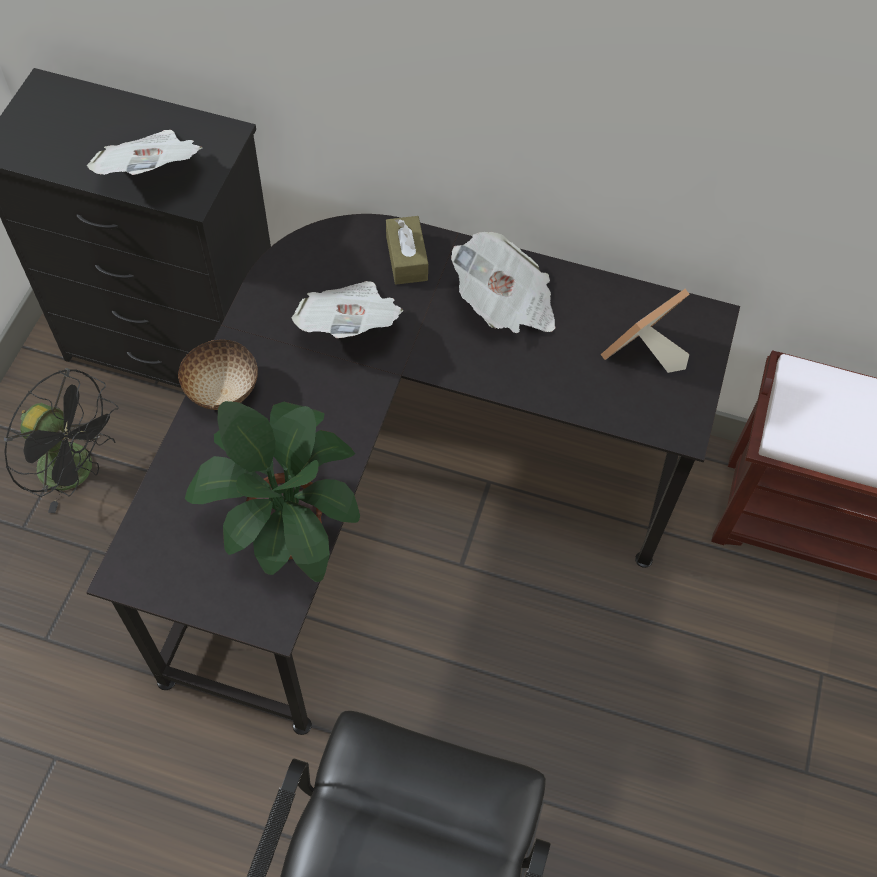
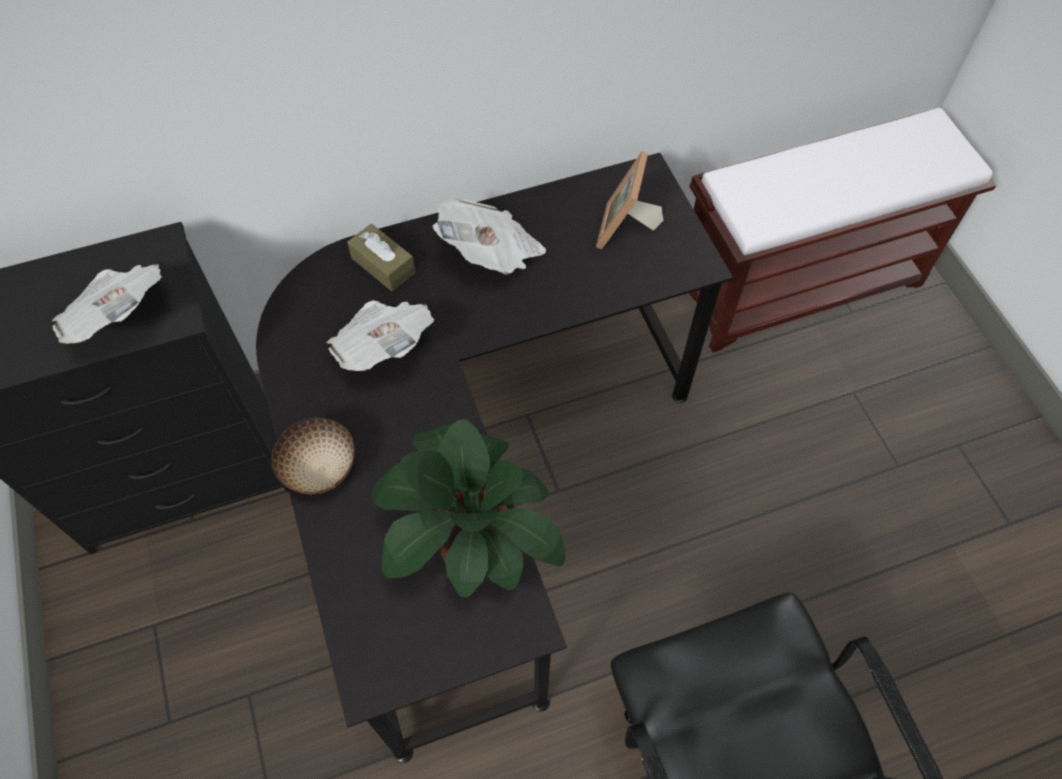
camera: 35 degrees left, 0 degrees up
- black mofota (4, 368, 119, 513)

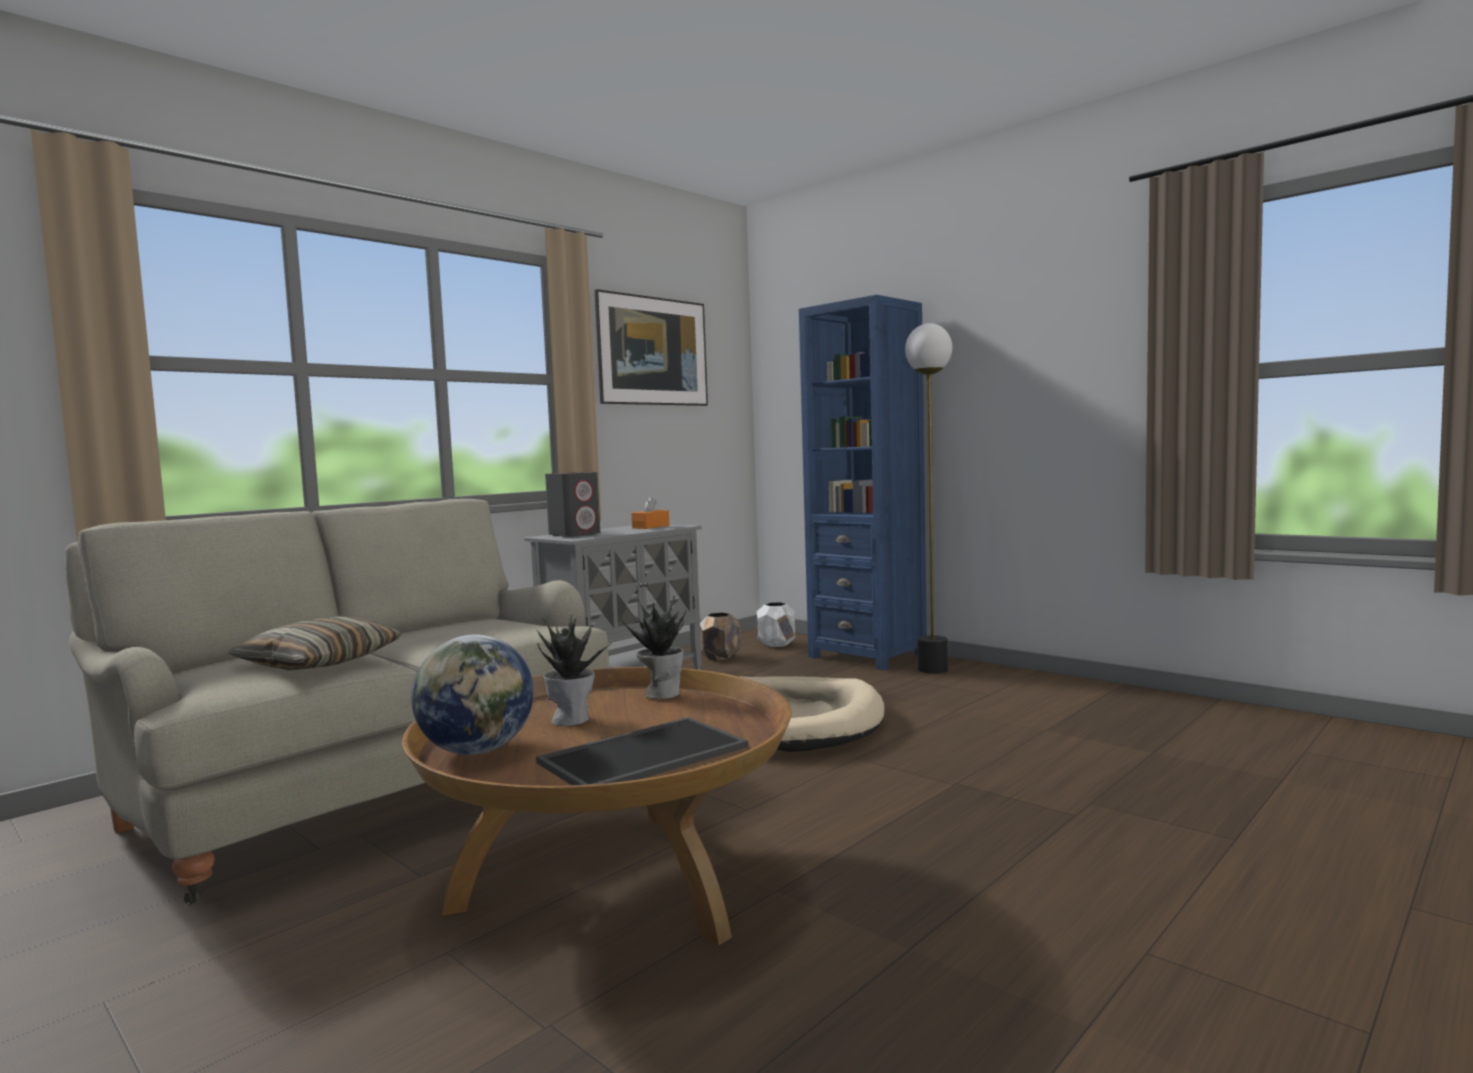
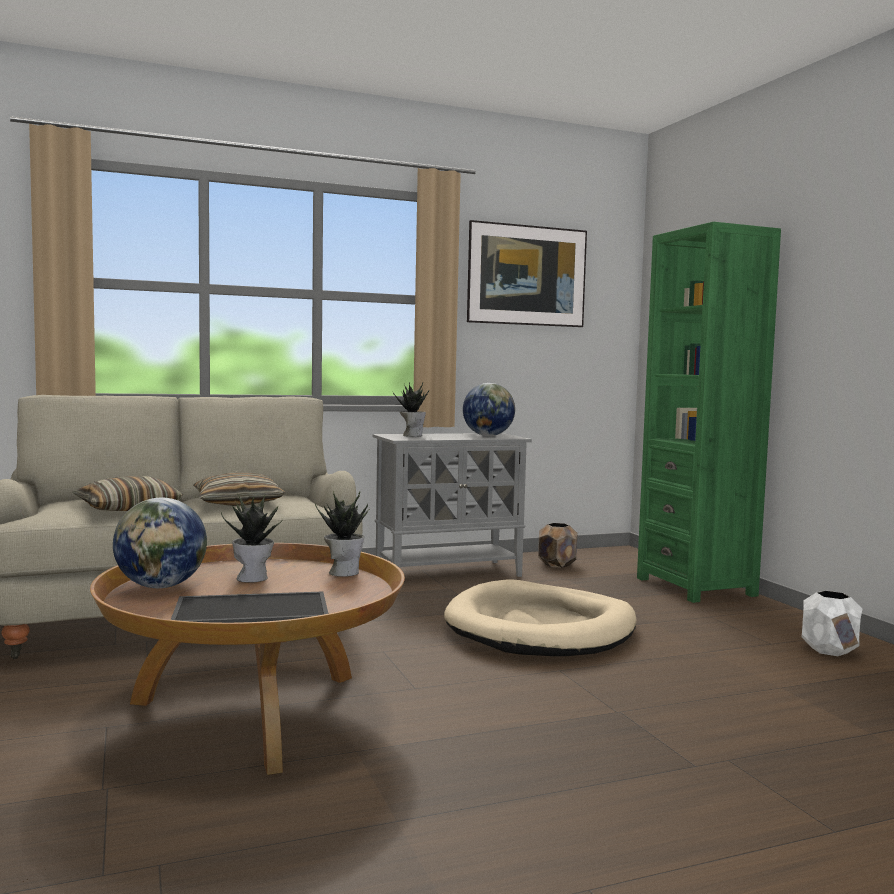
camera: 25 degrees right, 0 degrees up
+ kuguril (193, 472, 285, 506)
~ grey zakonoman (545, 472, 600, 537) to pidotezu (393, 382, 429, 437)
~ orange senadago (631, 496, 669, 529) to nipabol (463, 383, 515, 436)
~ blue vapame (799, 295, 927, 671) to green vapame (637, 222, 781, 603)
~ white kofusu (757, 602, 795, 647) to (801, 591, 863, 656)
- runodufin (905, 323, 952, 674)

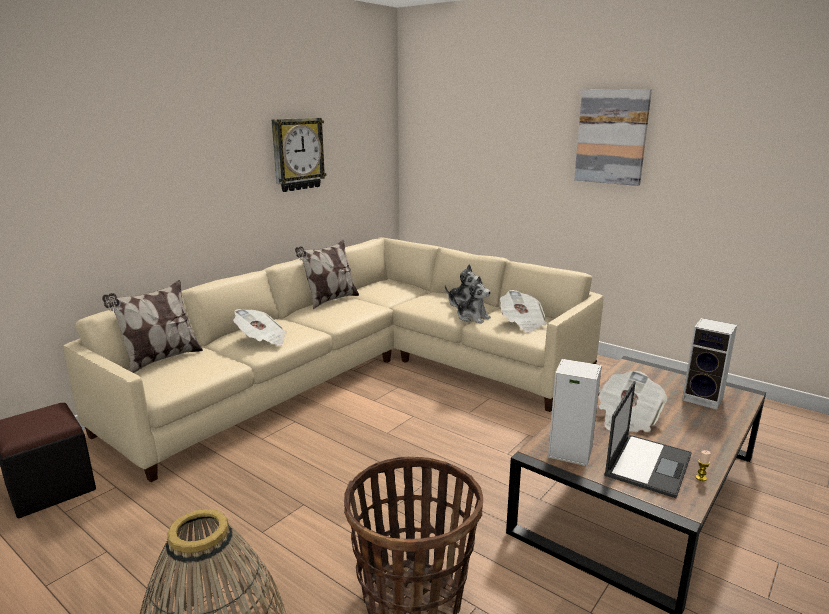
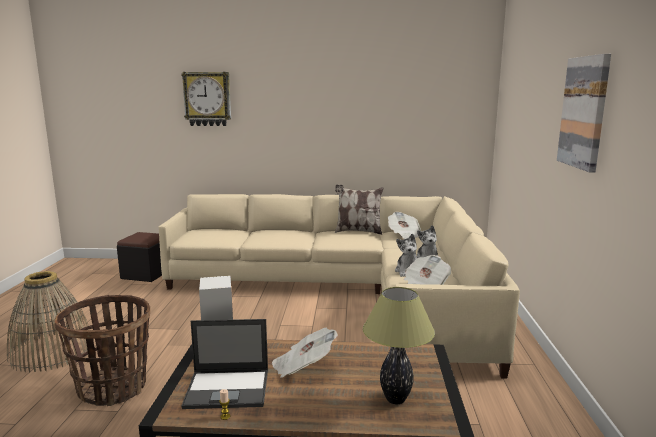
camera: 55 degrees right, 5 degrees down
~ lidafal (272, 118, 327, 192) to (181, 72, 231, 126)
~ zakonoman (682, 318, 737, 410) to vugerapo (363, 287, 435, 404)
~ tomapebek (233, 309, 287, 346) to (388, 212, 421, 239)
- kuguril (102, 280, 203, 373)

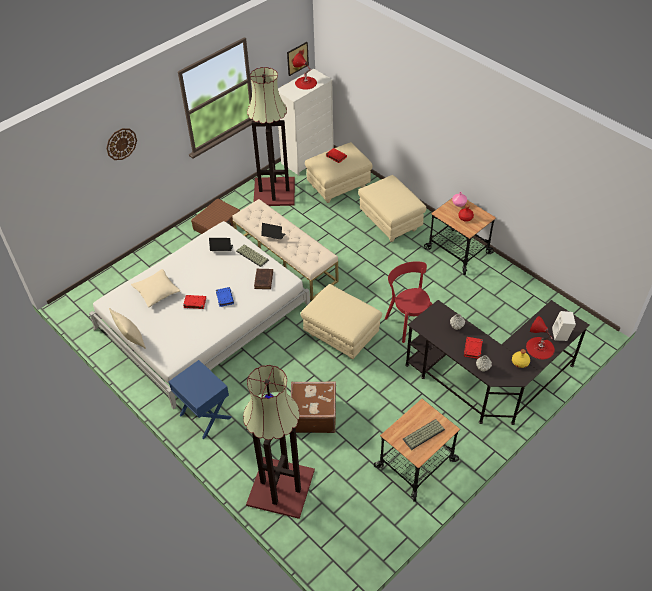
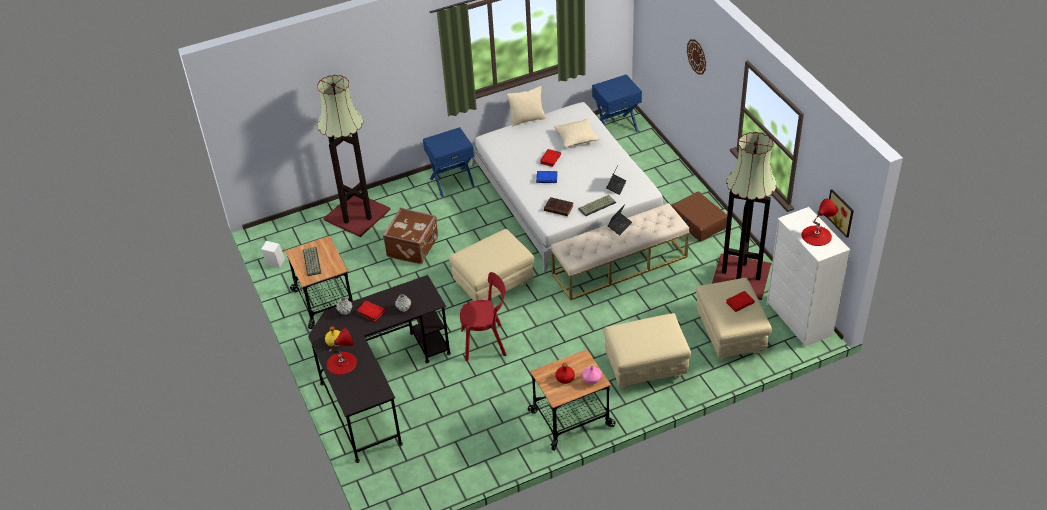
camera: 110 degrees right, 5 degrees down
~ white zakonoman (552, 311, 576, 341) to (261, 241, 285, 268)
+ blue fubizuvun (592, 74, 642, 133)

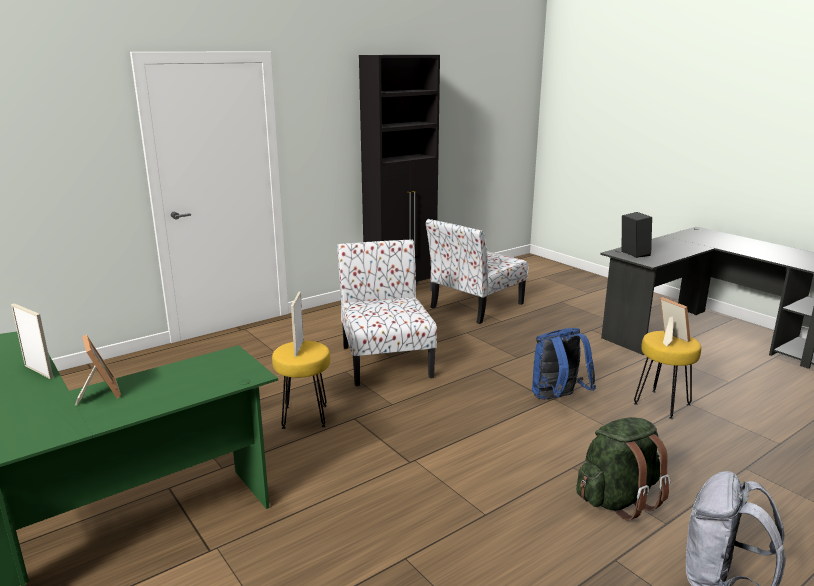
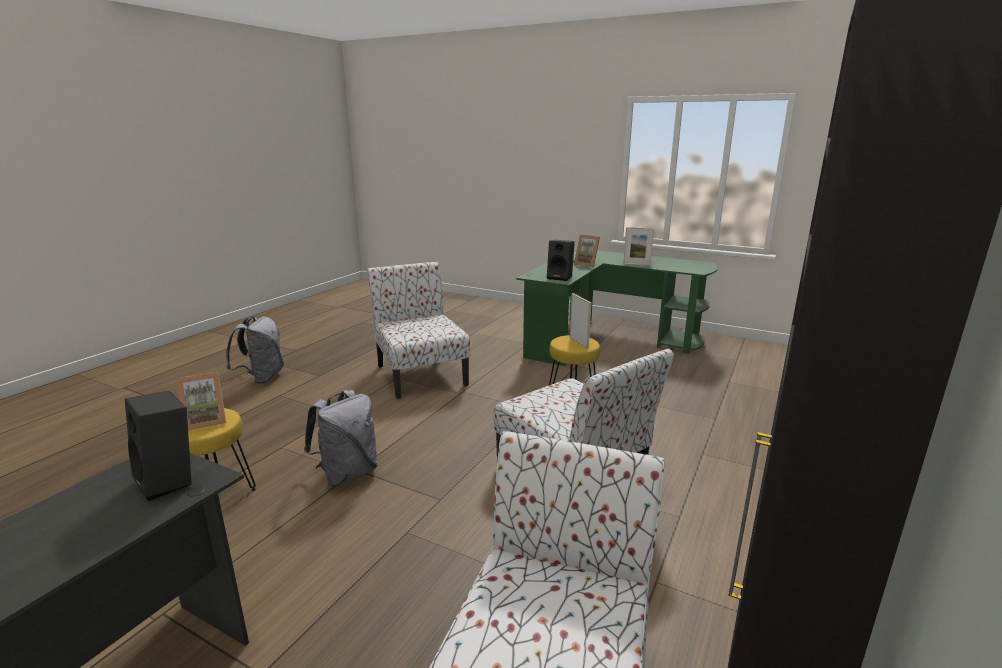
camera: 155 degrees right, 0 degrees up
~ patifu (660, 297, 690, 347) = (176, 372, 226, 430) 60 degrees counterclockwise
~ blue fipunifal (532, 328, 596, 400) to grey fipunifal (304, 390, 378, 487)
+ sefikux (367, 262, 470, 399)
+ black zakonoman (547, 240, 575, 281)
- green fipunifal (576, 417, 670, 520)

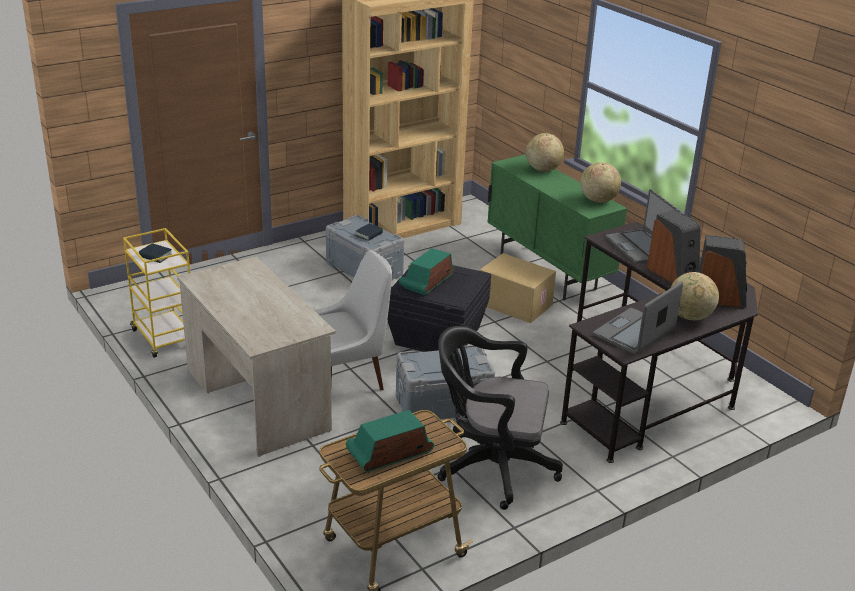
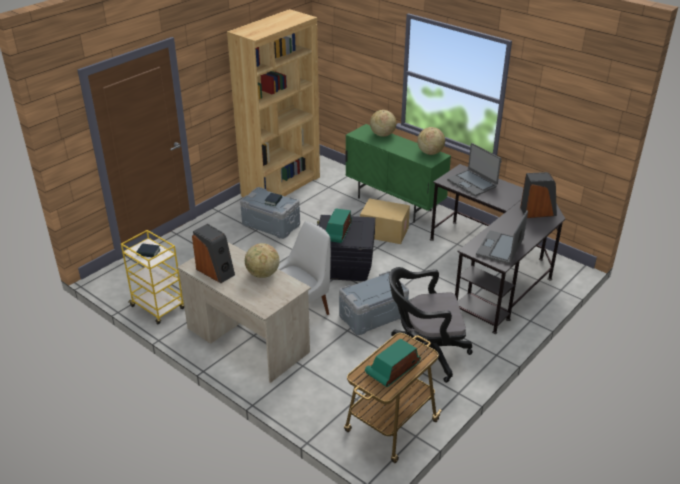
camera: 15 degrees left, 5 degrees up
~ zakonoman (647, 210, 701, 284) to (192, 224, 235, 283)
~ nipabol (670, 272, 719, 320) to (245, 243, 280, 278)

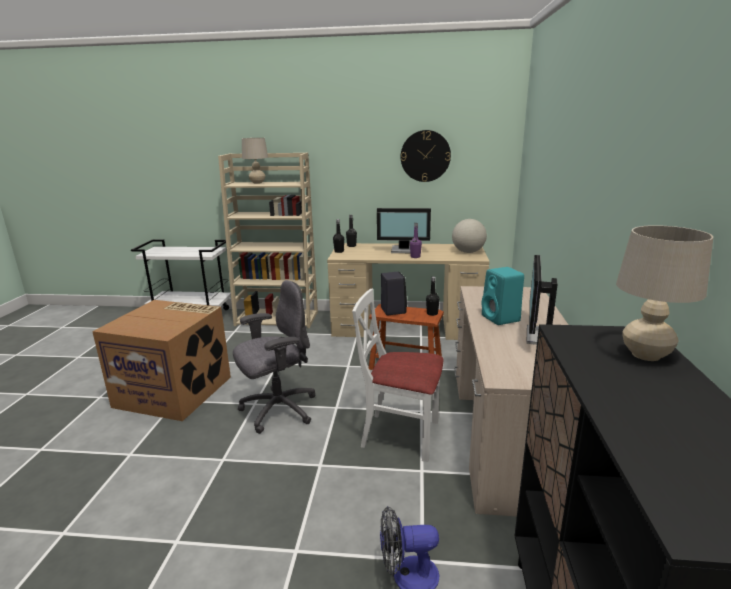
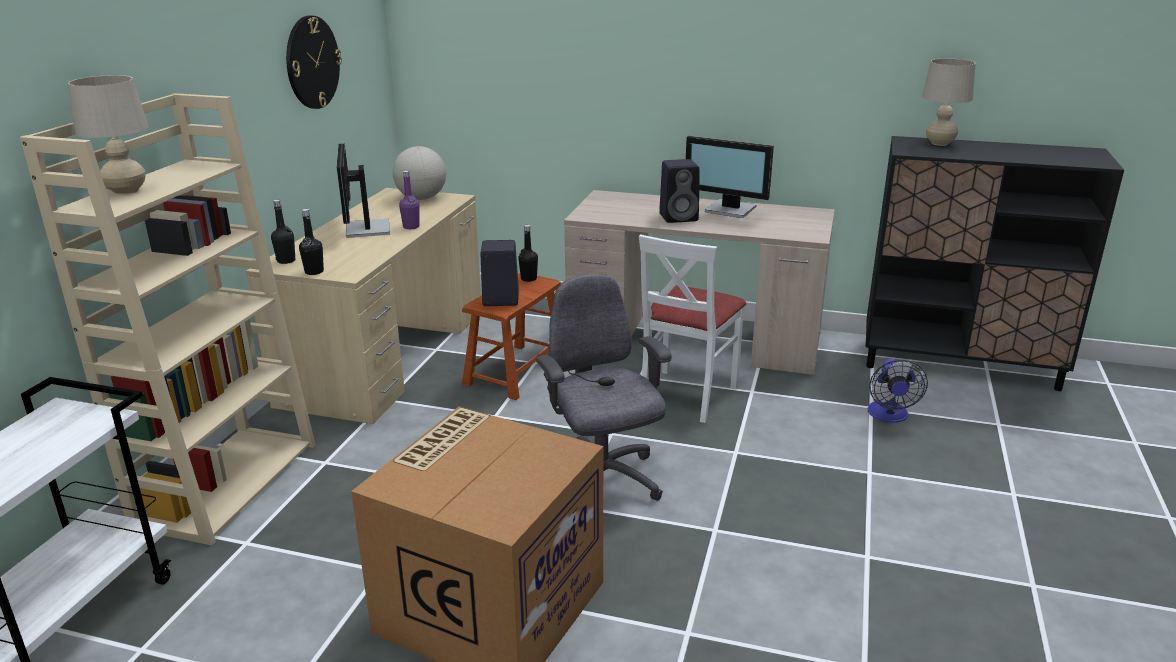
camera: 80 degrees left, 5 degrees up
~ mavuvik (377, 208, 431, 253) = (336, 144, 390, 238) 150 degrees clockwise
~ turquoise zakonoman (482, 267, 524, 325) to black zakonoman (659, 159, 699, 223)

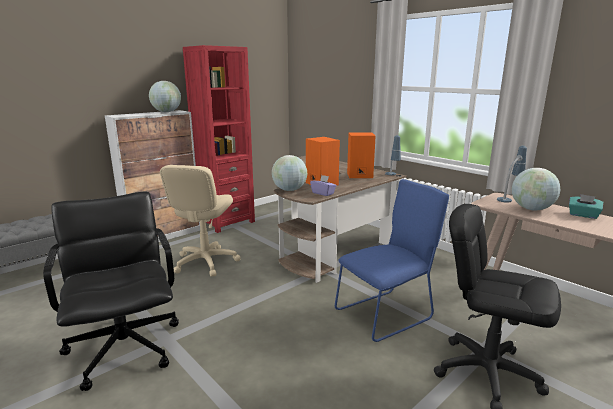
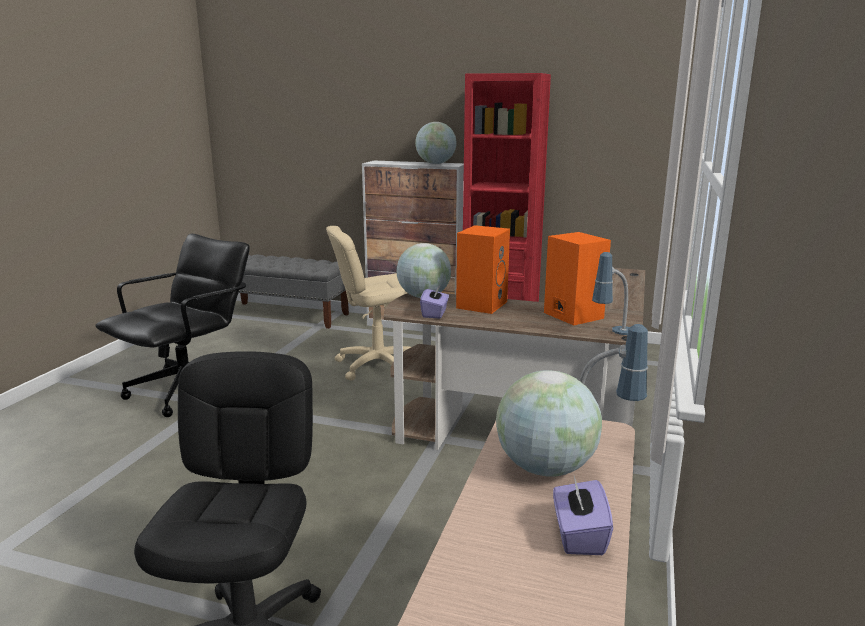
camera: 60 degrees right, 0 degrees up
~ turquoise senadago (569, 194, 603, 219) to purple senadago (553, 476, 613, 555)
- blue sefikux (335, 179, 449, 342)

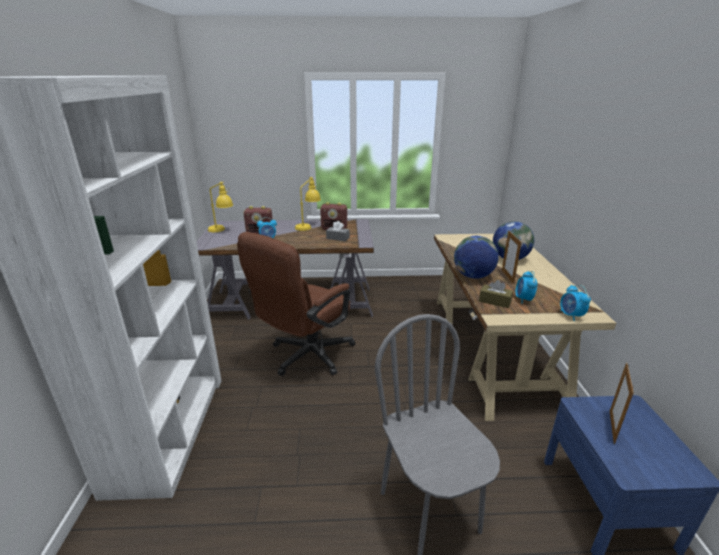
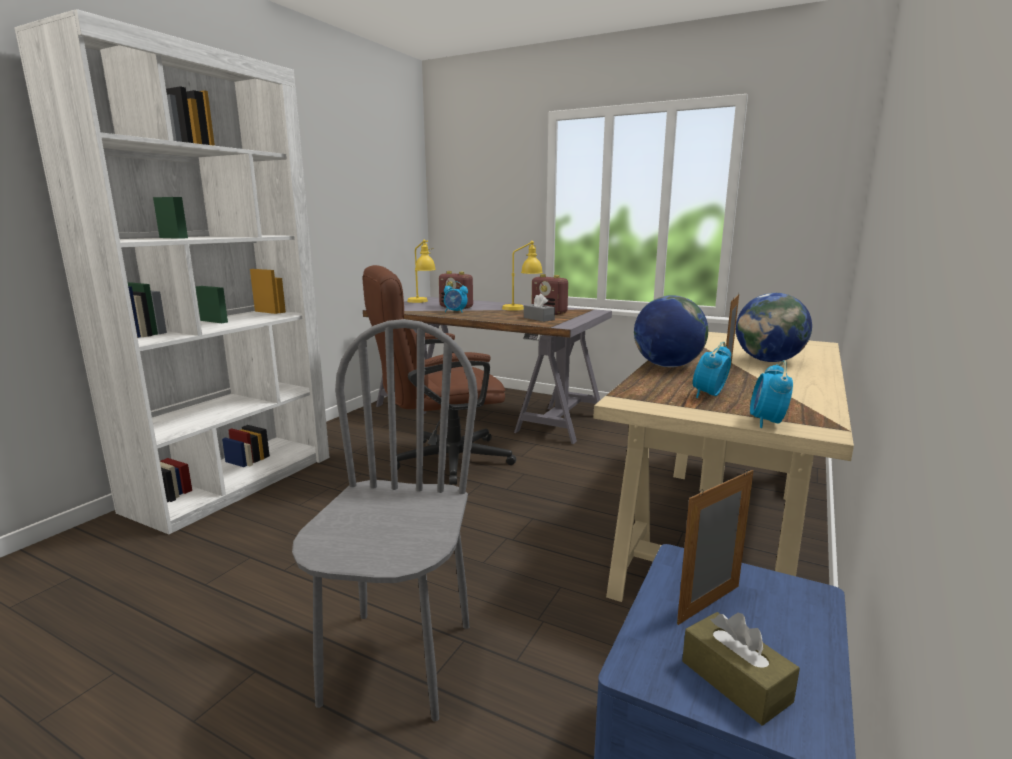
camera: 30 degrees right, 10 degrees down
~ brown senadago (479, 280, 513, 308) to (682, 612, 800, 725)

